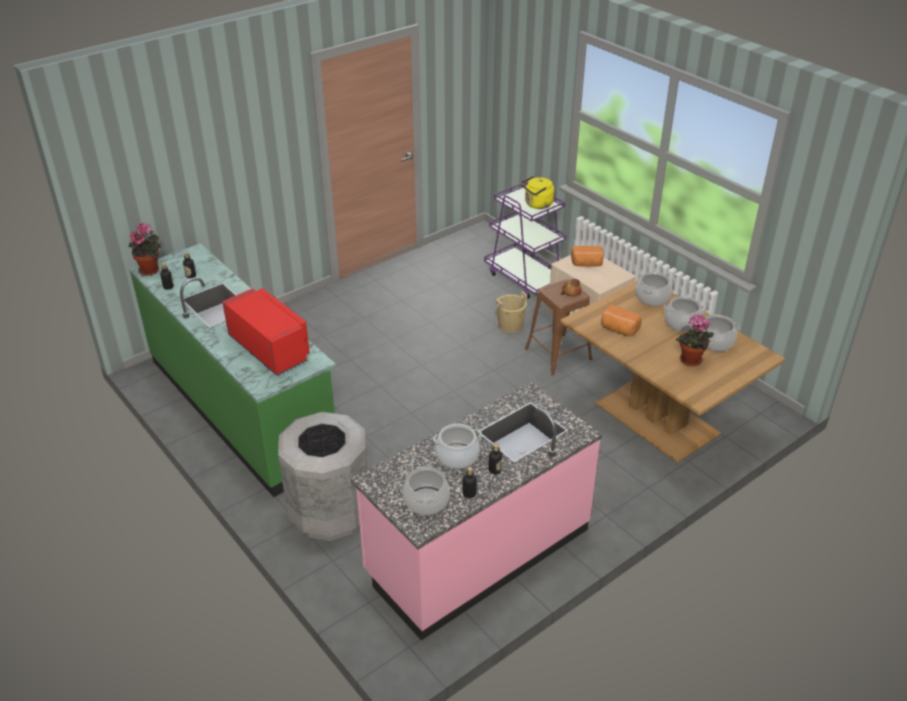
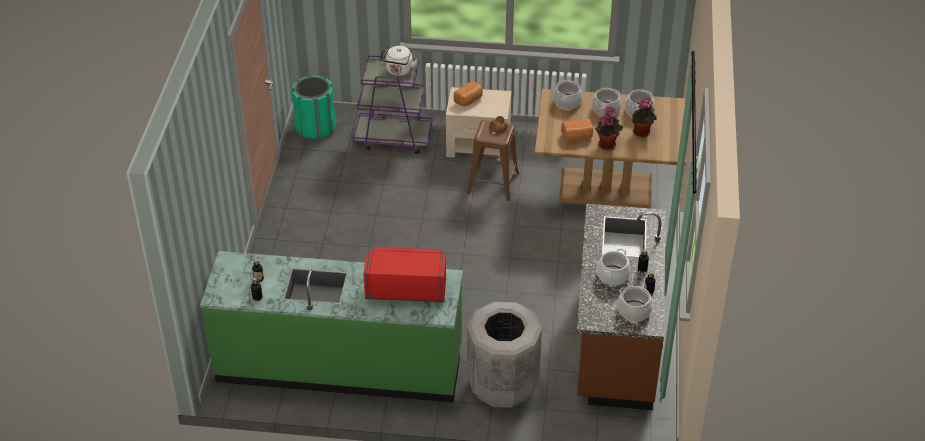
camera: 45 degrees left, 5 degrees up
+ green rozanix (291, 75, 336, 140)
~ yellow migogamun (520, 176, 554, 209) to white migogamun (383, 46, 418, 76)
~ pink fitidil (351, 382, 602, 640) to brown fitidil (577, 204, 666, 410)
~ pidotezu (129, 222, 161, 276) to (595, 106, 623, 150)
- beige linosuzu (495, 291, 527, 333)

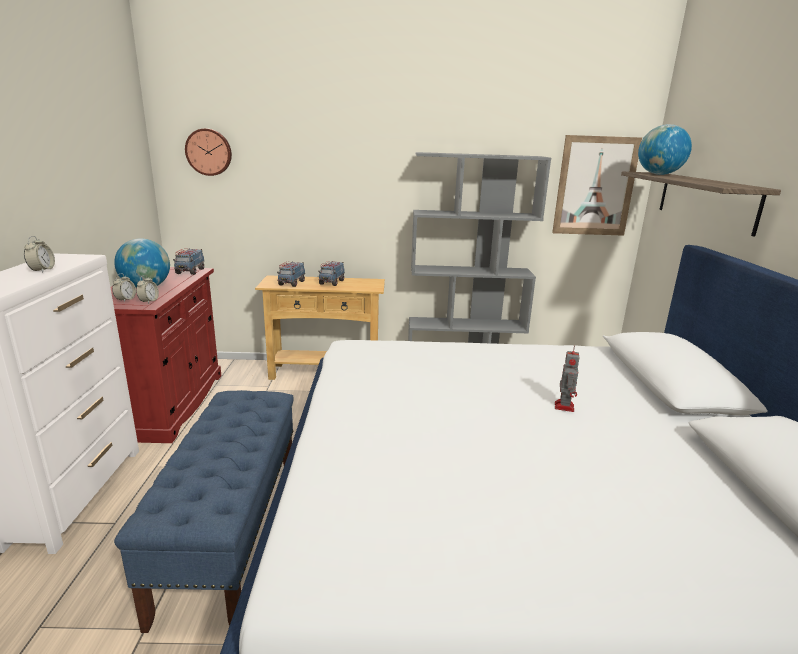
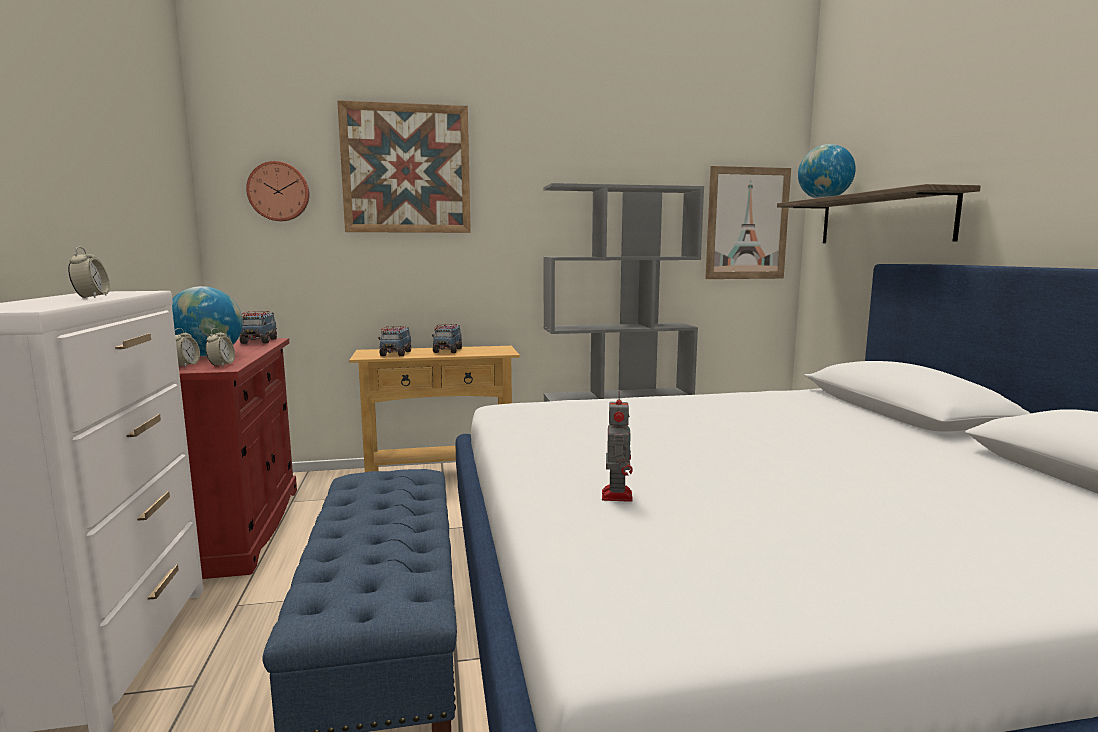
camera: 10 degrees left, 10 degrees down
+ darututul (337, 100, 471, 233)
~ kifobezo (555, 346, 579, 412) to (602, 390, 633, 502)

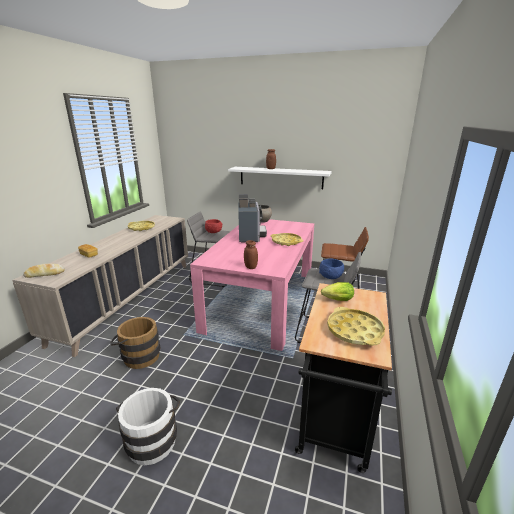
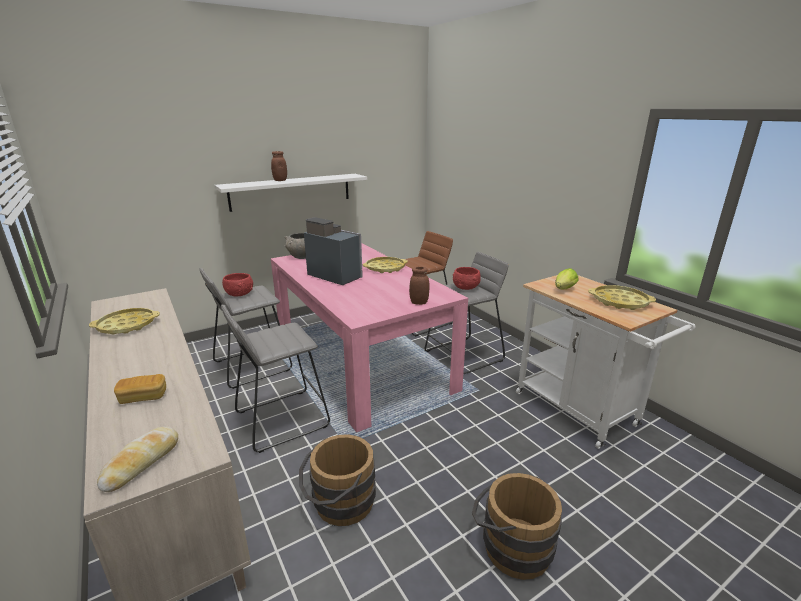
camera: 50 degrees left, 0 degrees up
+ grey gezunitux (221, 305, 330, 453)
~ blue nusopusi (319, 259, 344, 279) to red nusopusi (453, 267, 481, 290)
~ white linosuzu (116, 388, 180, 465) to brown linosuzu (472, 473, 562, 580)
~ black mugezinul (295, 283, 392, 473) to white mugezinul (516, 275, 695, 449)

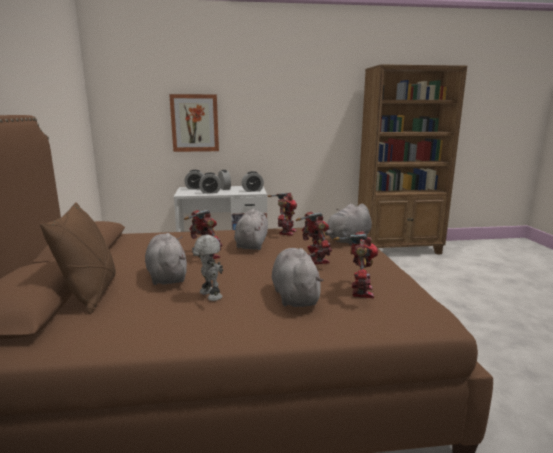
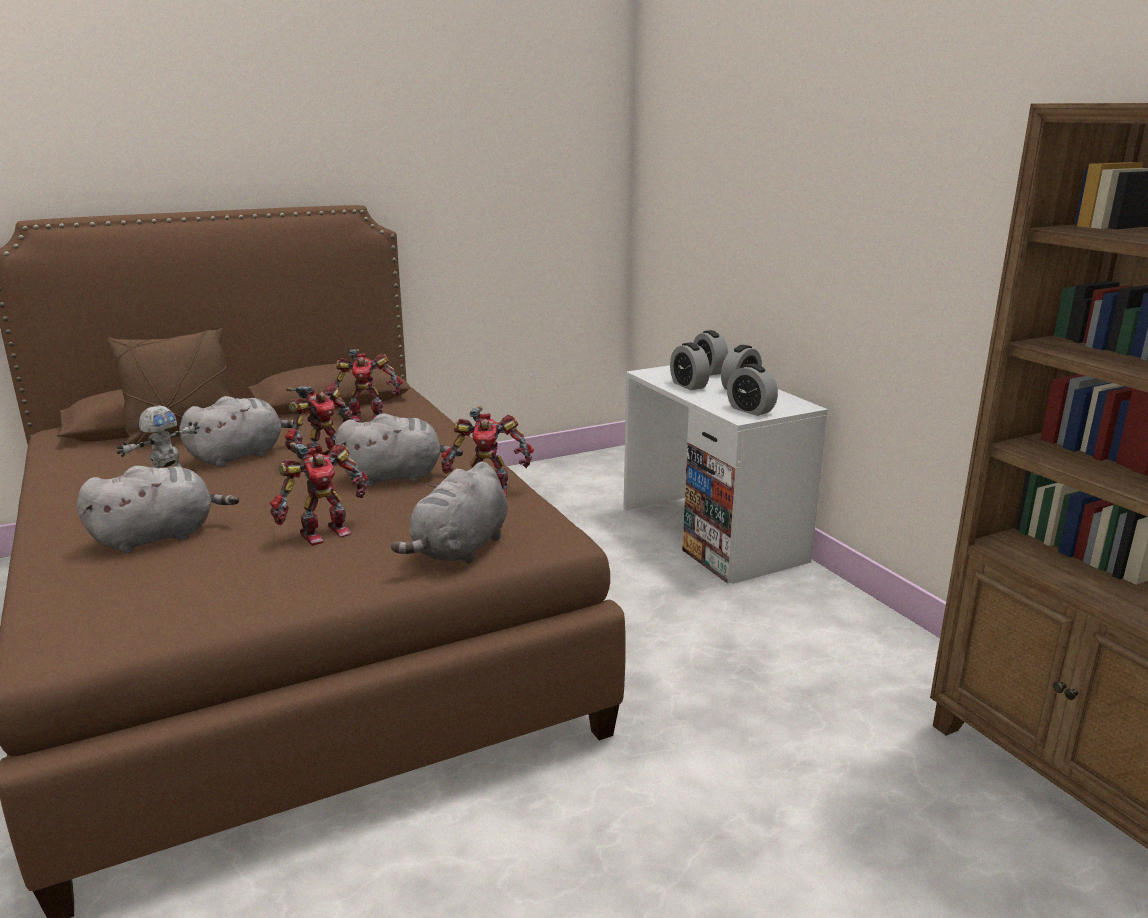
camera: 70 degrees right, 5 degrees up
~ kifobezo (333, 231, 378, 298) to (331, 349, 403, 422)
~ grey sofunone (324, 204, 372, 245) = (391, 462, 508, 564) 90 degrees counterclockwise
- darututul (169, 94, 219, 152)

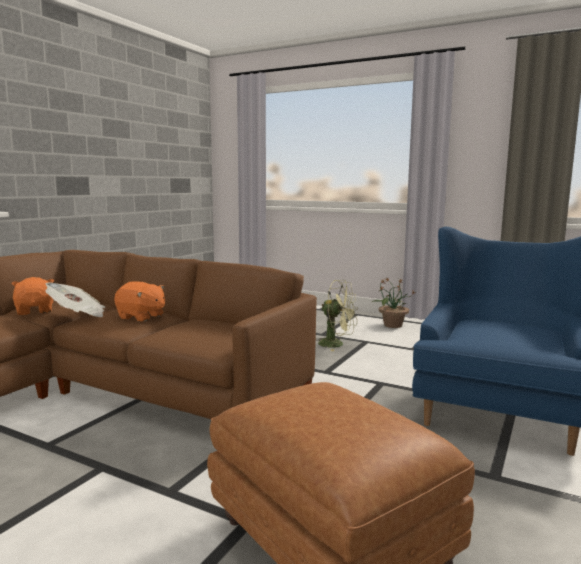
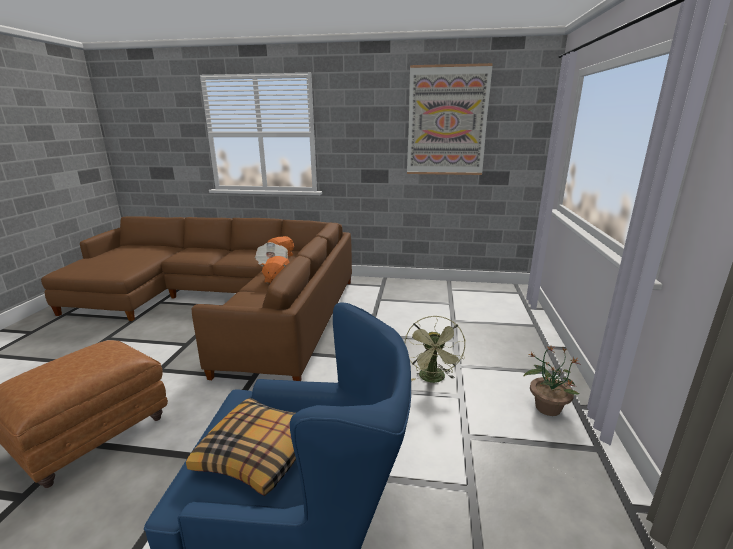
camera: 70 degrees right, 10 degrees up
+ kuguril (186, 398, 296, 496)
+ darututul (407, 63, 493, 175)

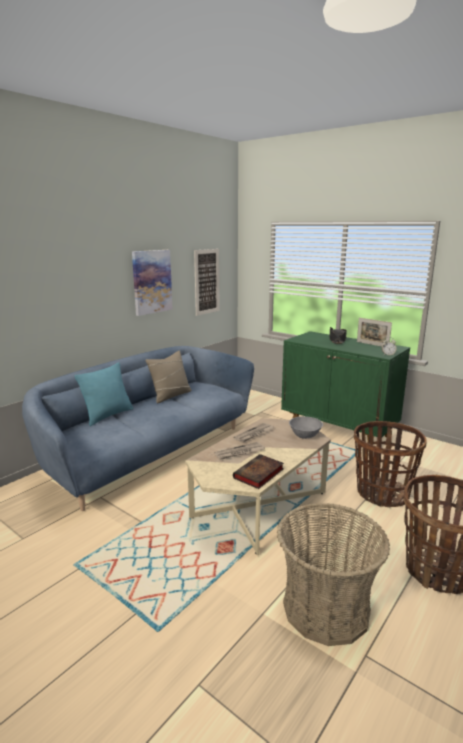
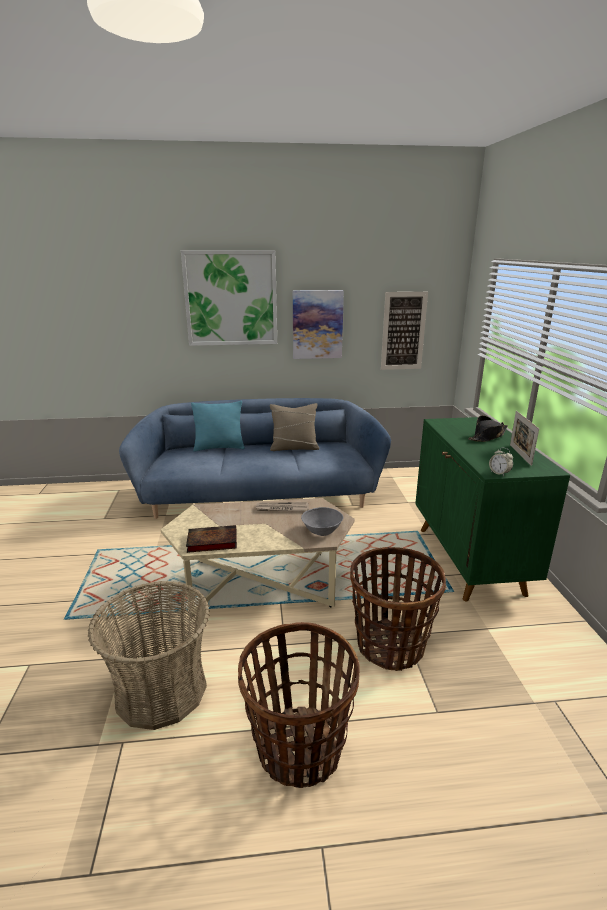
camera: 45 degrees right, 5 degrees up
+ darututul (181, 250, 277, 346)
- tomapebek (214, 442, 265, 460)

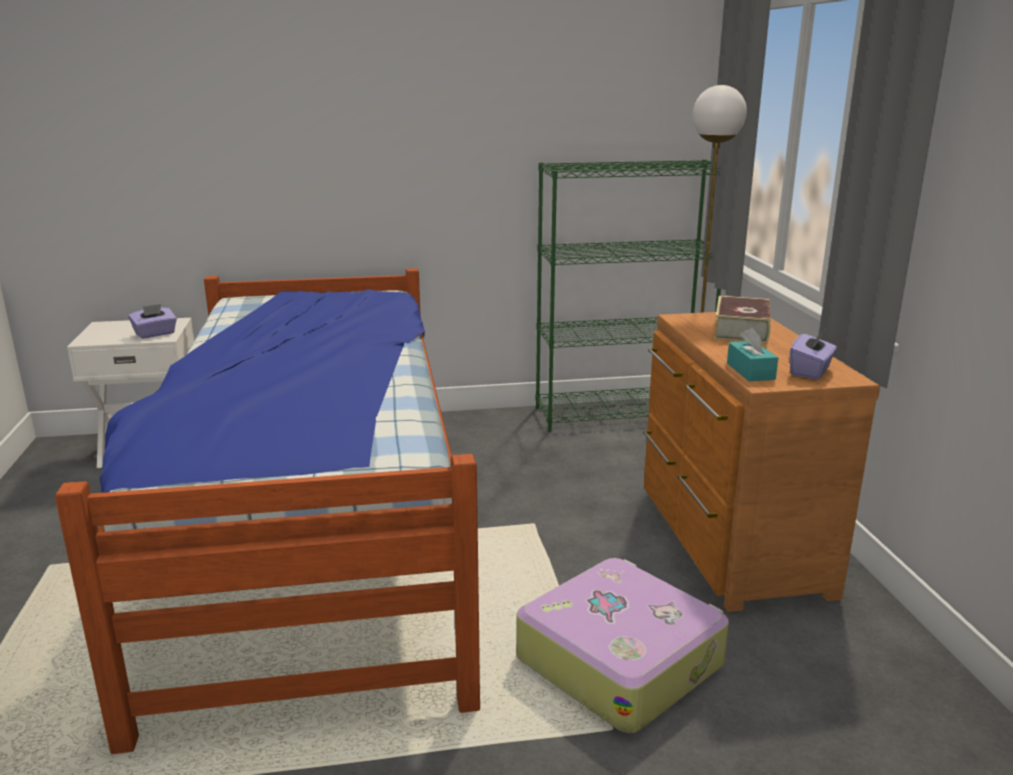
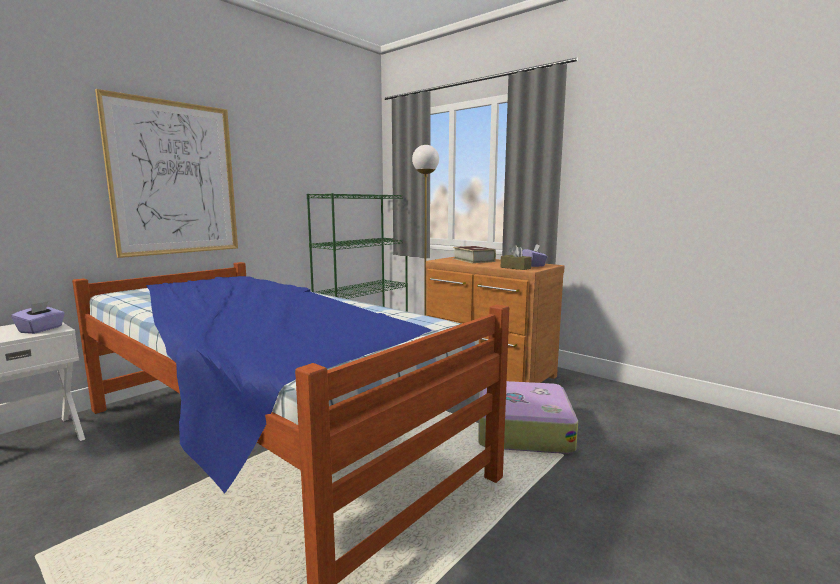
camera: 40 degrees left, 10 degrees down
+ darututul (95, 89, 238, 258)
~ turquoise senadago (727, 328, 778, 381) to brown senadago (501, 245, 532, 270)

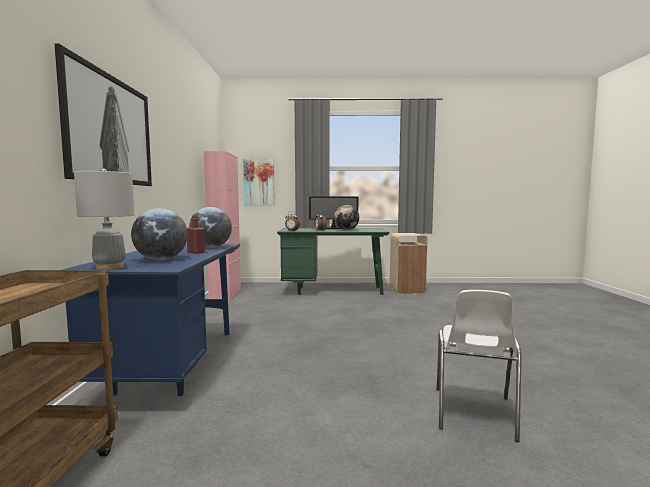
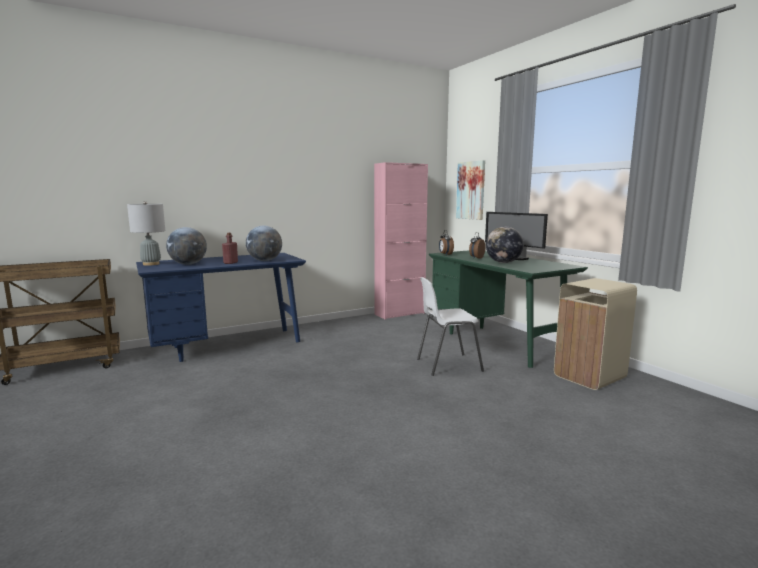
camera: 60 degrees right, 5 degrees up
~ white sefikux (437, 290, 522, 442) to (417, 277, 484, 376)
- darututul (55, 44, 152, 186)

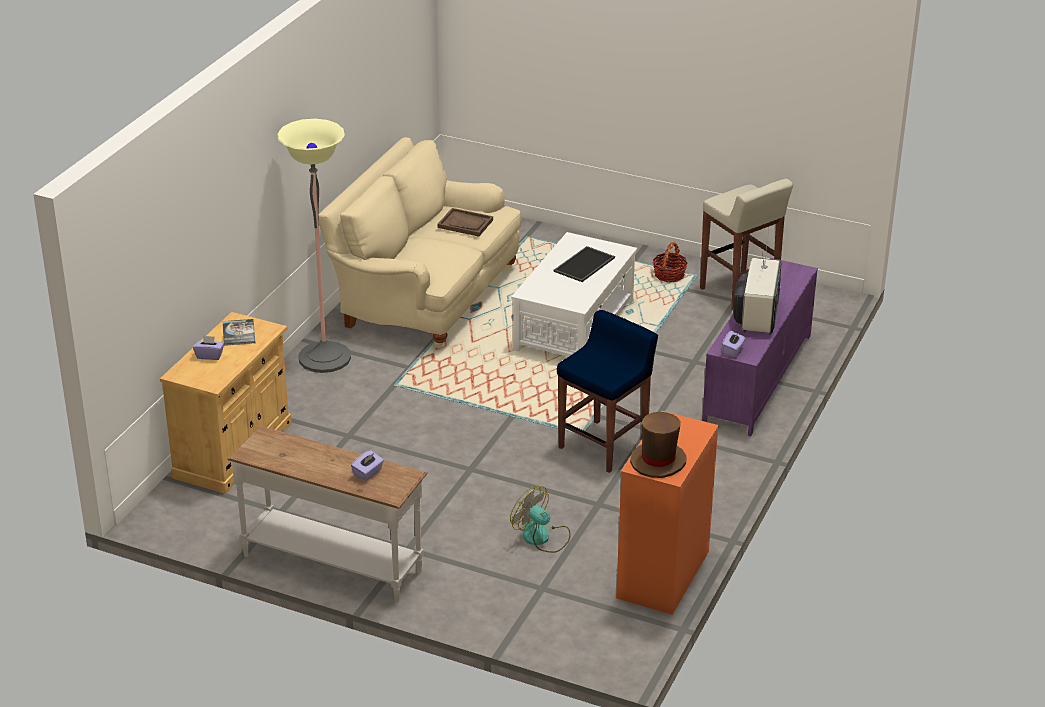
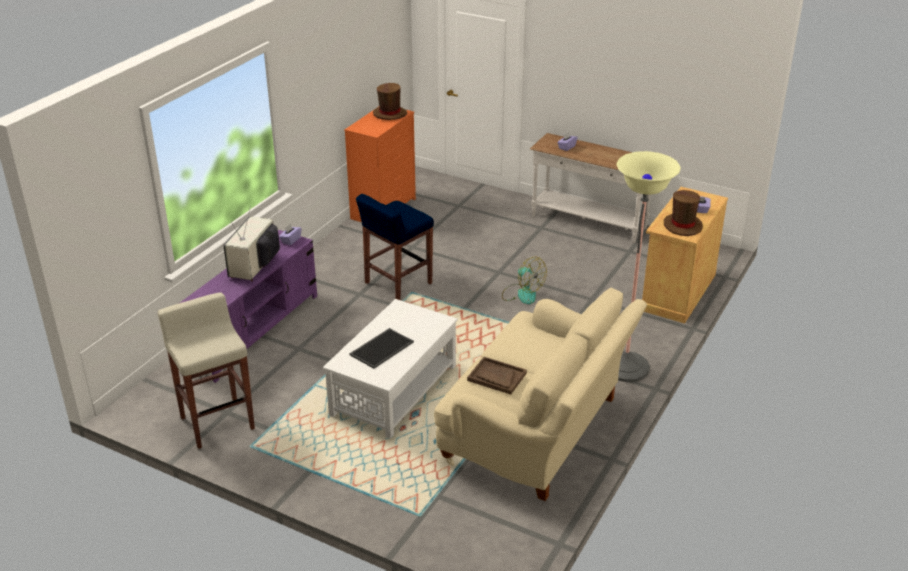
camera: 175 degrees left, 0 degrees up
~ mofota (510, 486, 571, 553) to (502, 257, 547, 304)
~ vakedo (222, 319, 255, 346) to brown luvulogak (664, 190, 703, 236)
- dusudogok (653, 242, 688, 282)

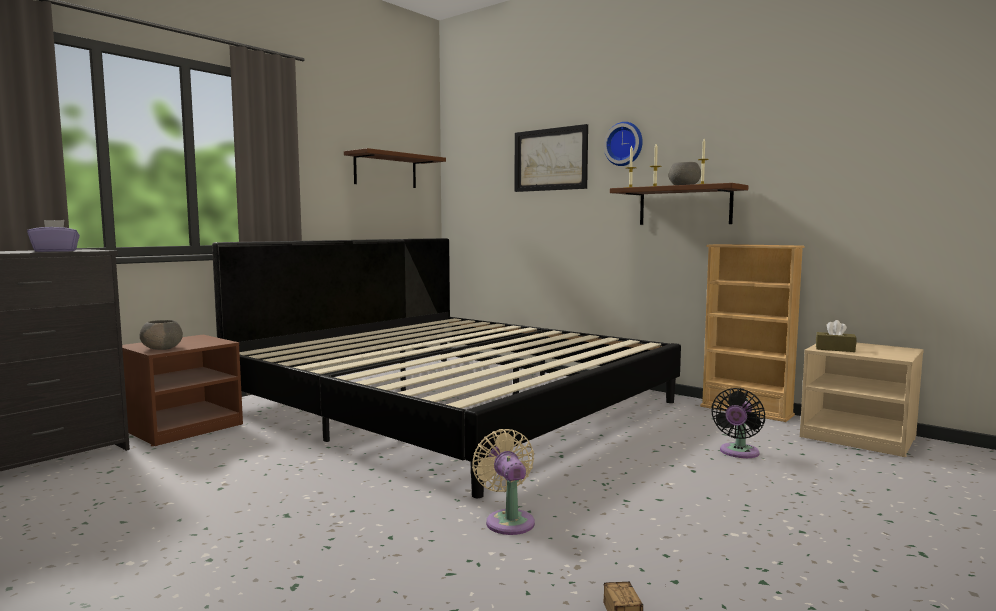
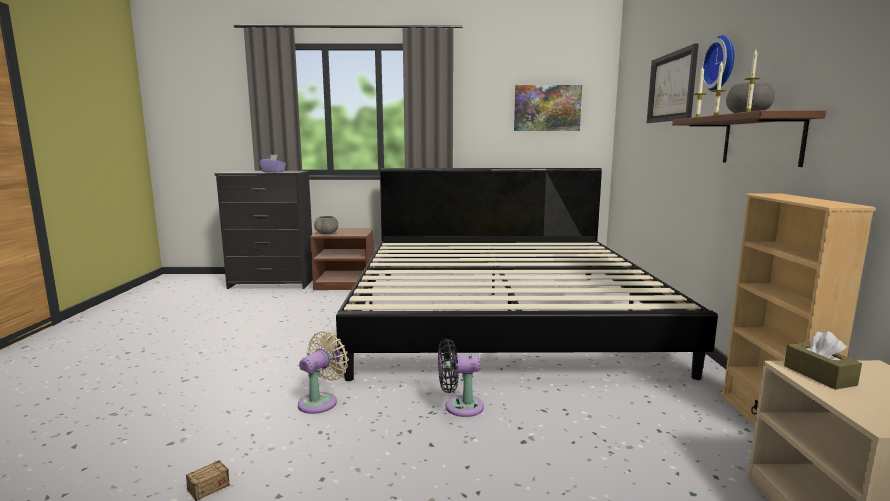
camera: 50 degrees right, 5 degrees up
~ black mofota (711, 388, 765, 458) to (438, 339, 484, 417)
~ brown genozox (344, 148, 446, 188) to darututul (514, 85, 582, 131)

